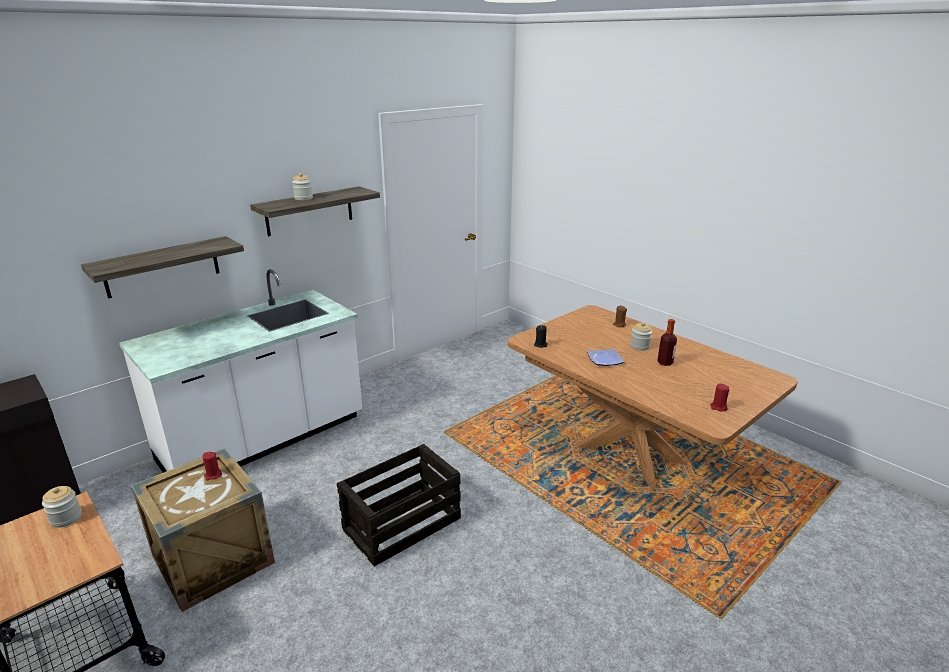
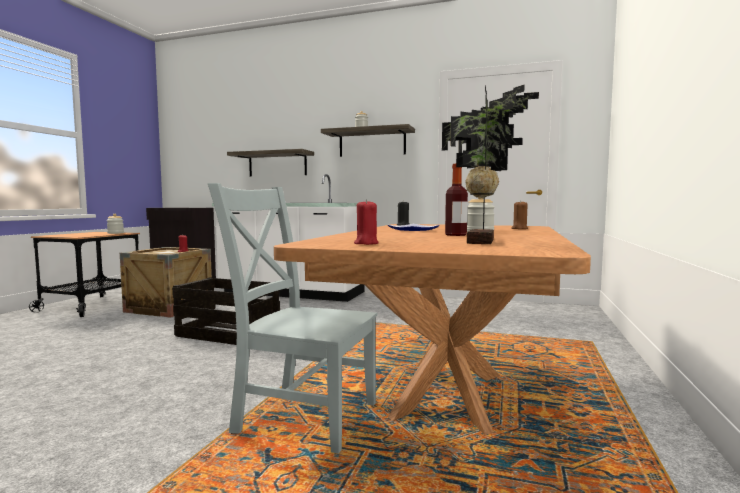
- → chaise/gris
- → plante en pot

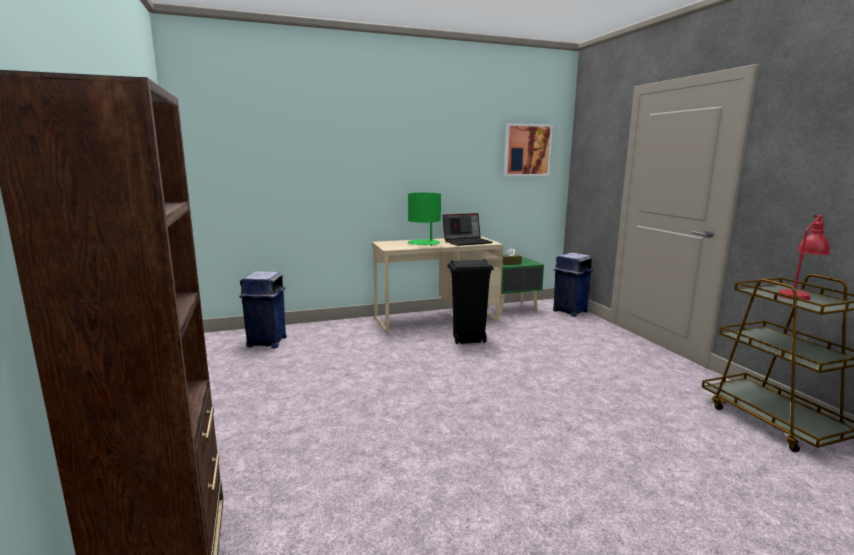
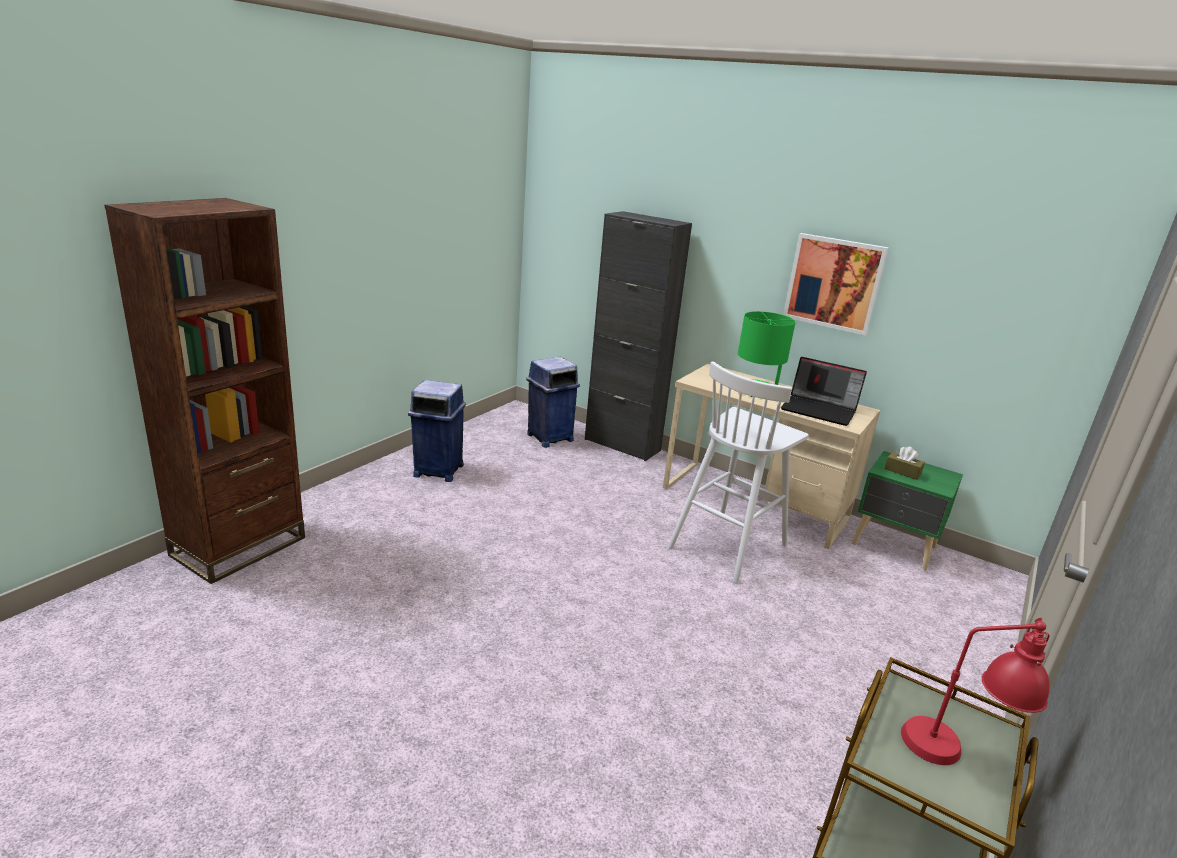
- → meuble de rangement/noir
tableau, shifted
poubelle/bleu (no. 2 from left in the first image) → poubelle/bleu (no. 1 from left), shifted
poubelle/noir → tabouret/blanc

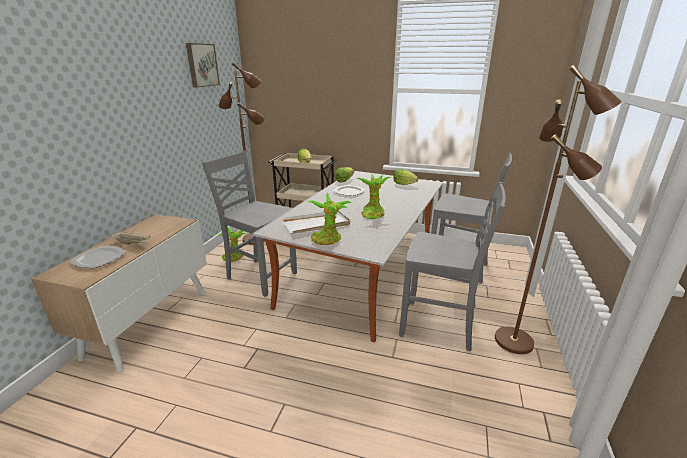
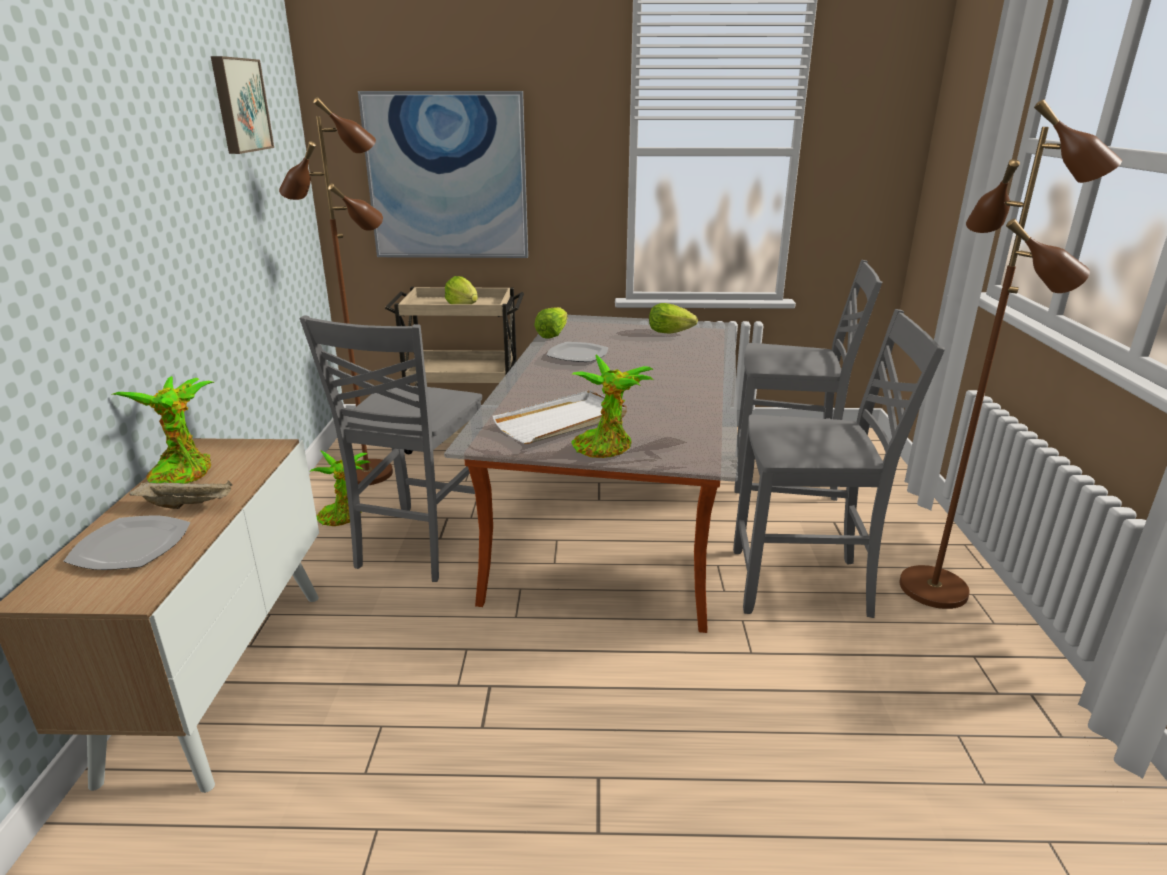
- → tableau (no. 2 from left)
plante en pot (no. 3 from left in the first image) → plante en pot (no. 1 from left), shifted
chaise/gris (no. 1 from left), 90 degrees counterclockwise

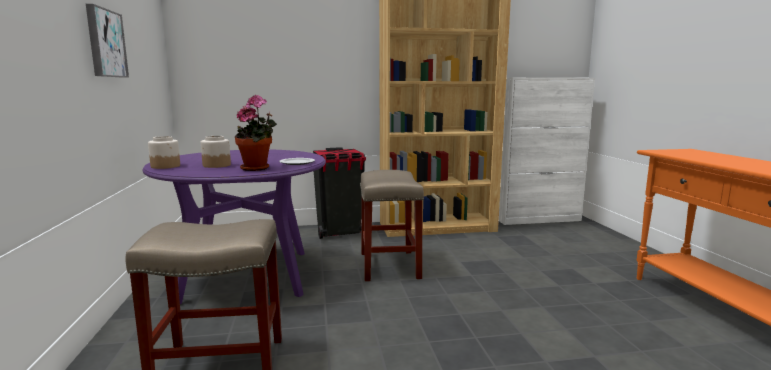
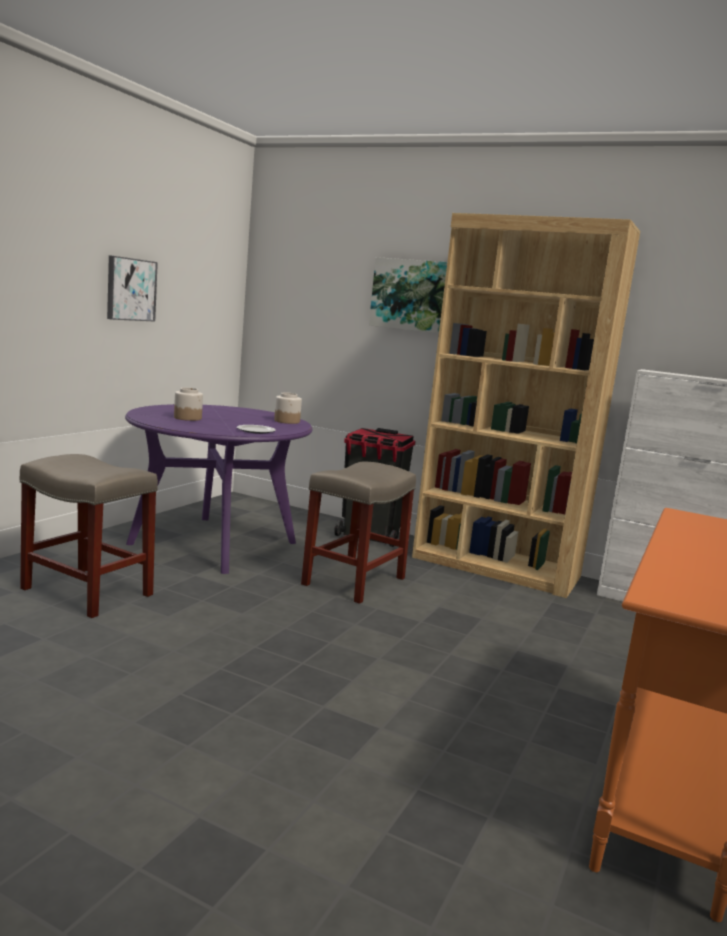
plante en pot → -
- → tableau (no. 2 from left)
bocal (no. 1 from left in the first image) → bocal (no. 2 from left), shifted

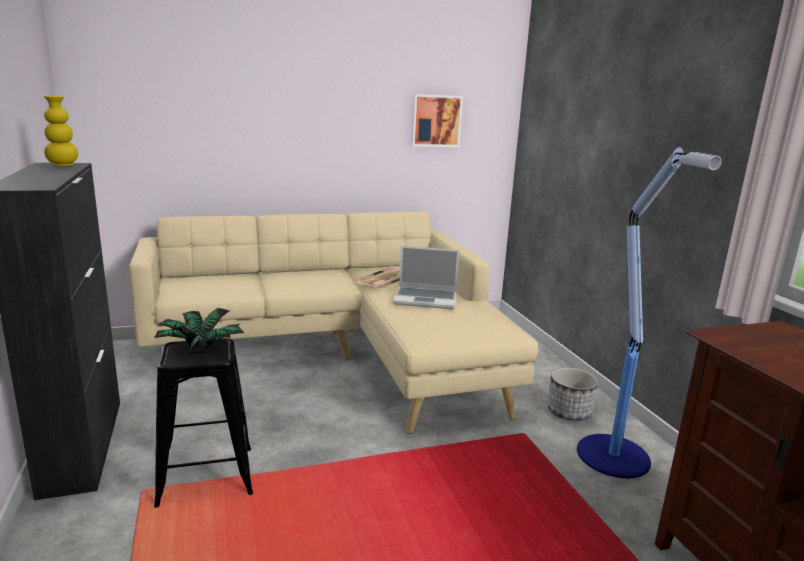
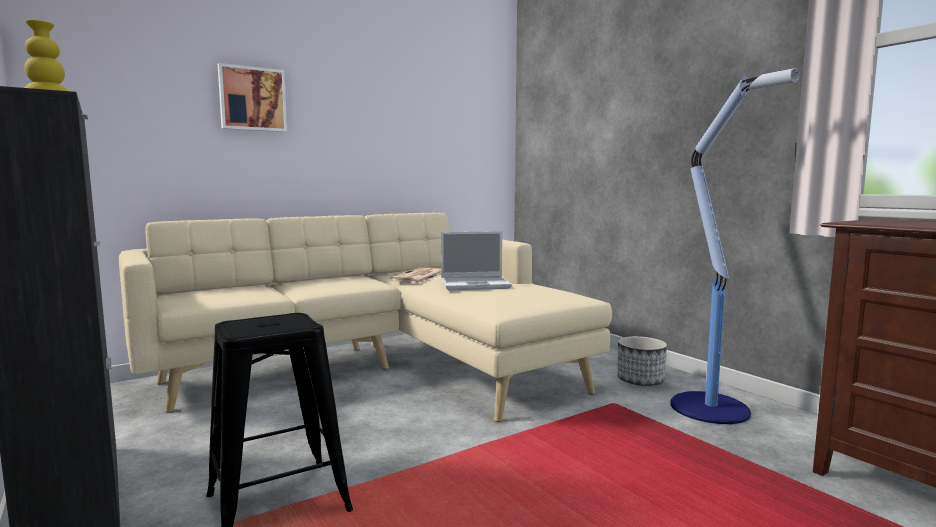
plante en pot → -
tableau, shifted

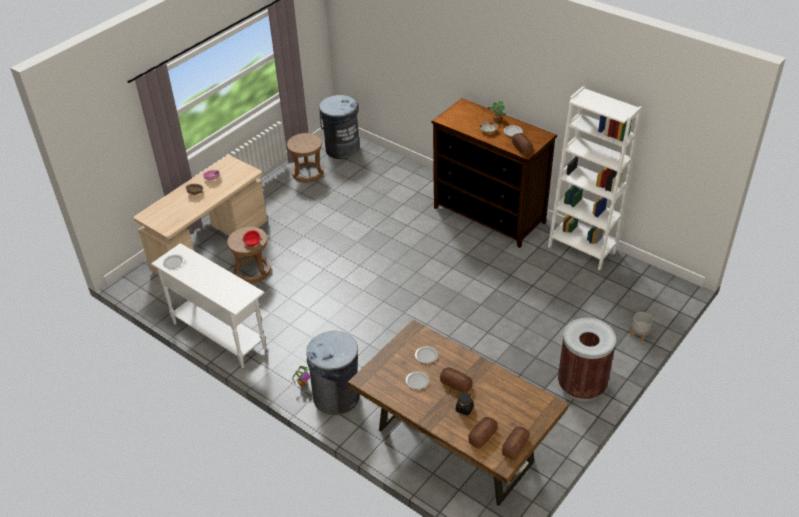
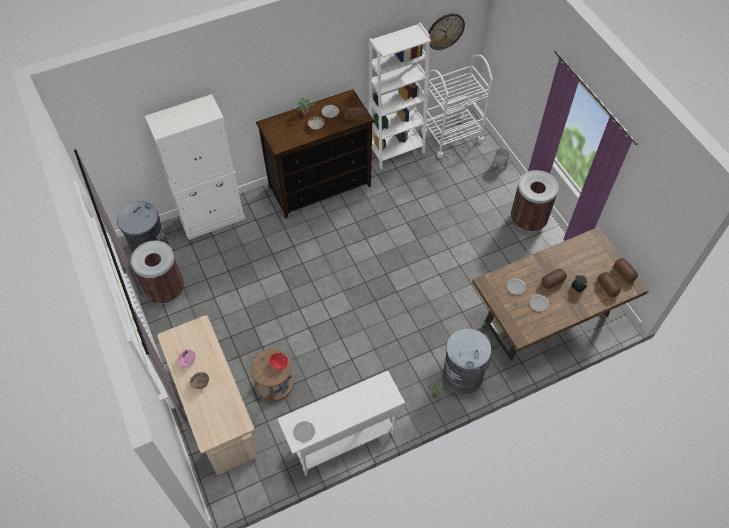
- → meuble de rangement/blanc
- → chariot/blanc
- → horloge murale
tabouret/marron (no. 2 from left) → poubelle/marron (no. 1 from left)

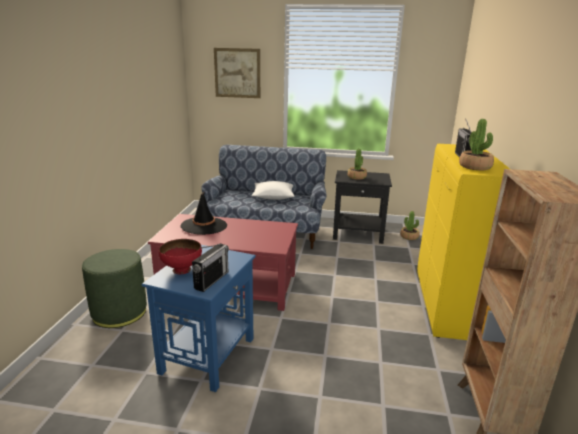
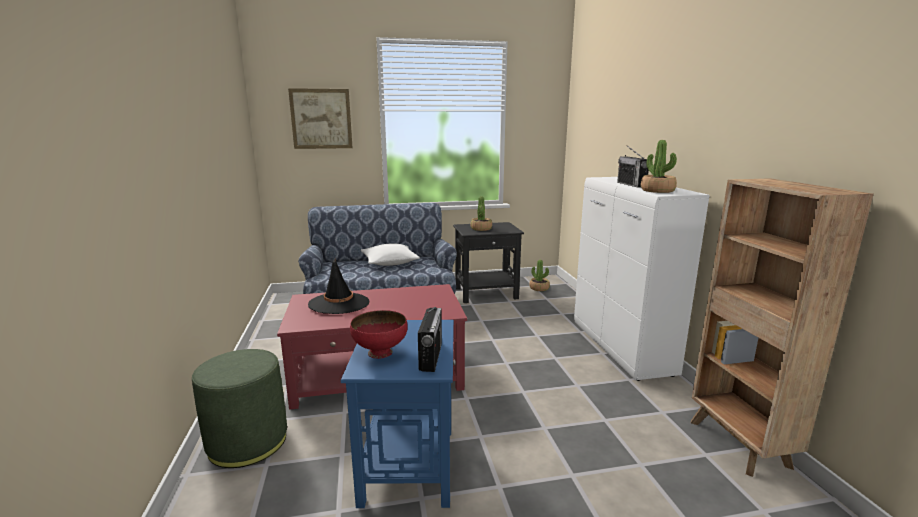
meuble de rangement/jaune → meuble de rangement/blanc

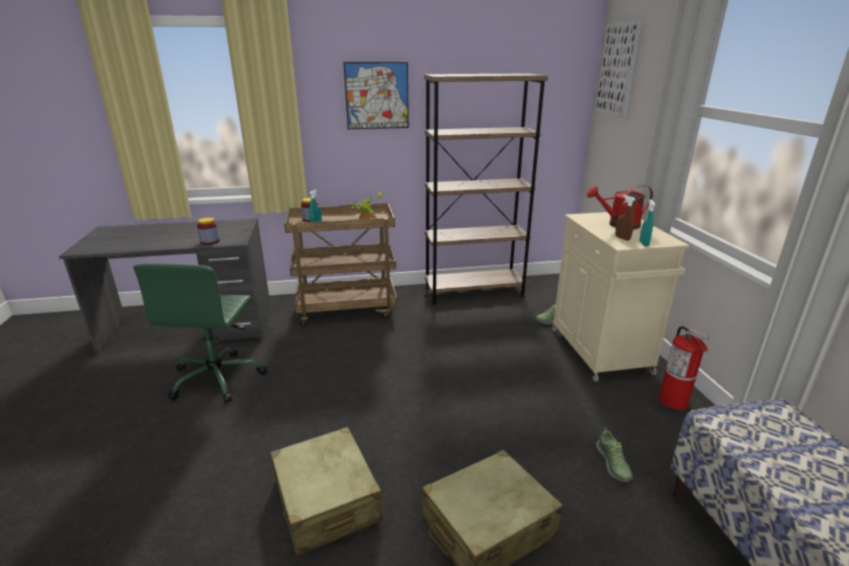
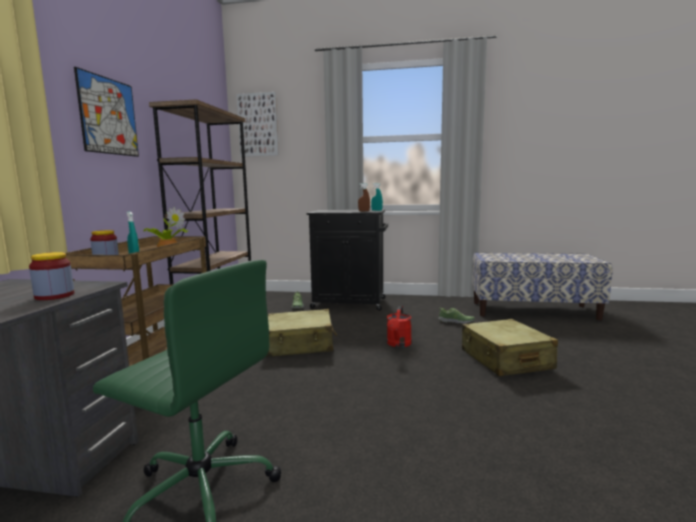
extincteur → -
valise/beige (no. 1 from left), shifted
arrosoir/rouge, shifted
meuble de rangement/beige → meuble de rangement/noir

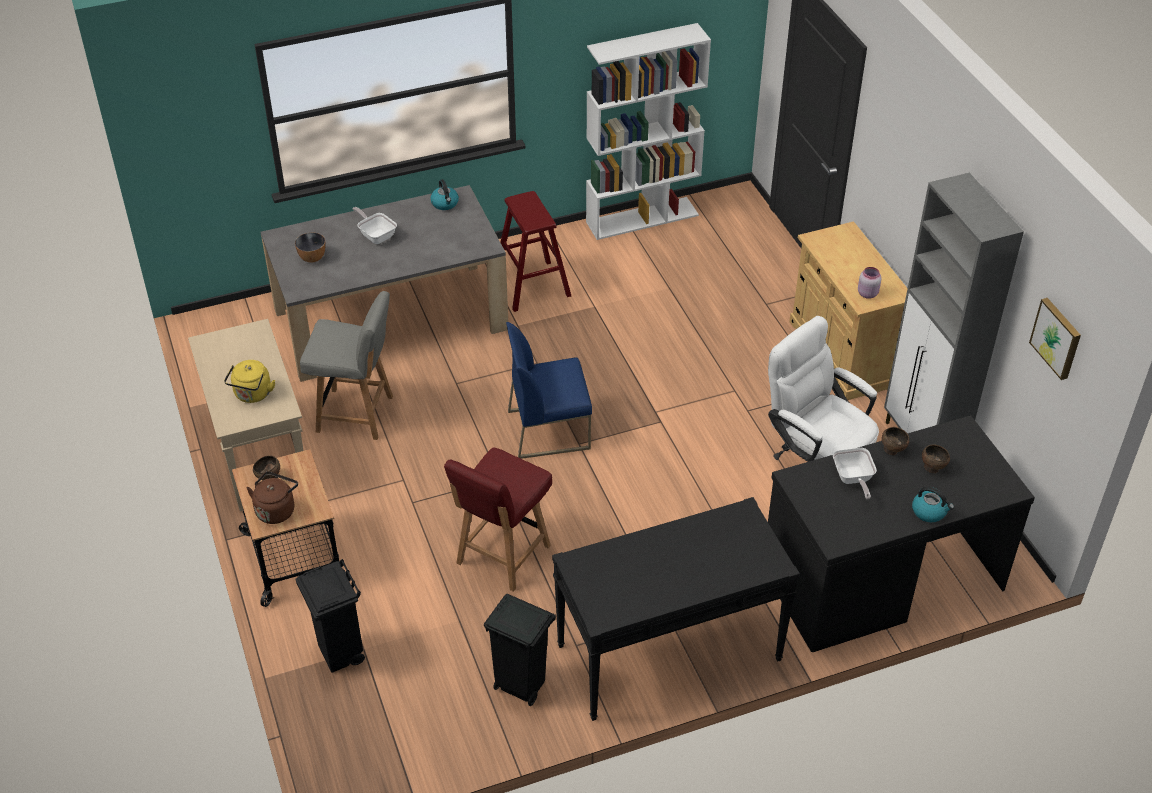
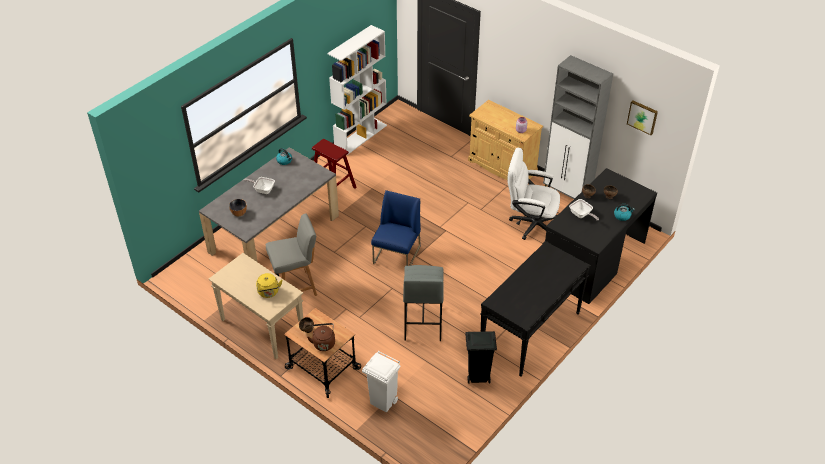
chaise/rouge → tabouret/gris
poubelle/noir (no. 1 from left) → poubelle/blanc
chaise/bleu, 150 degrees clockwise

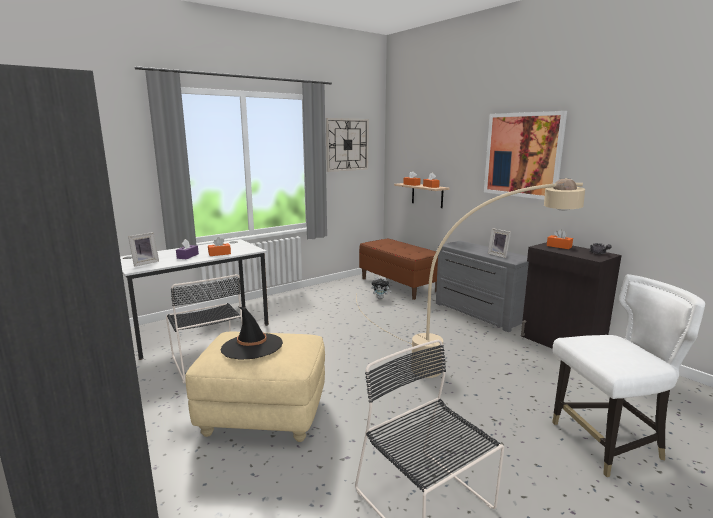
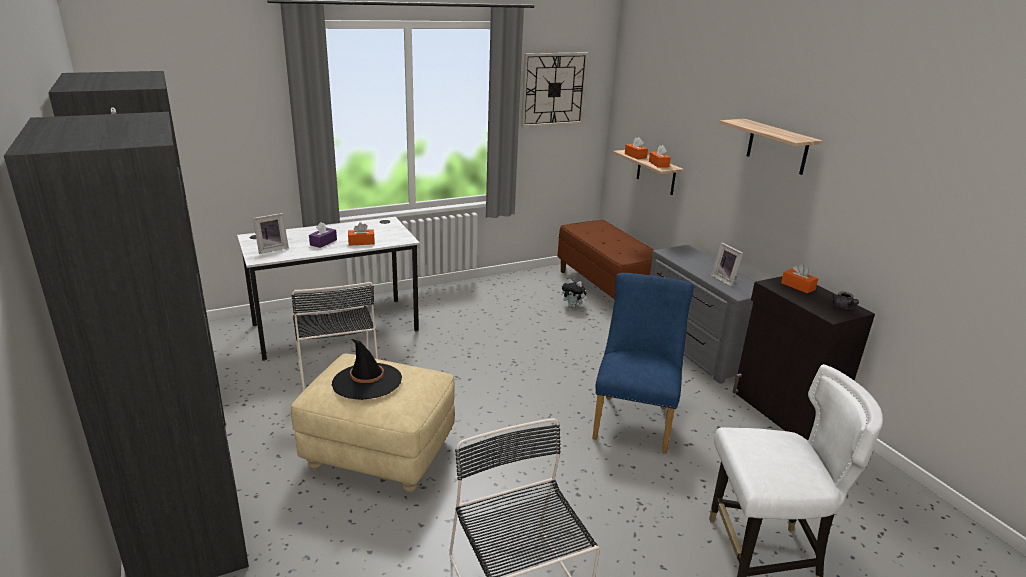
lampadaire/beige → chaise/bleu
tableau → étagère (no. 2 from left)

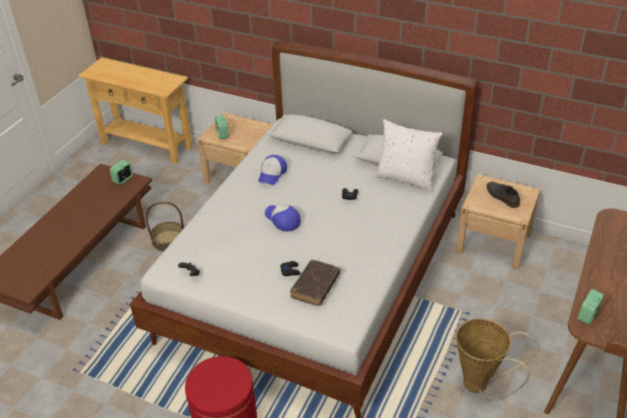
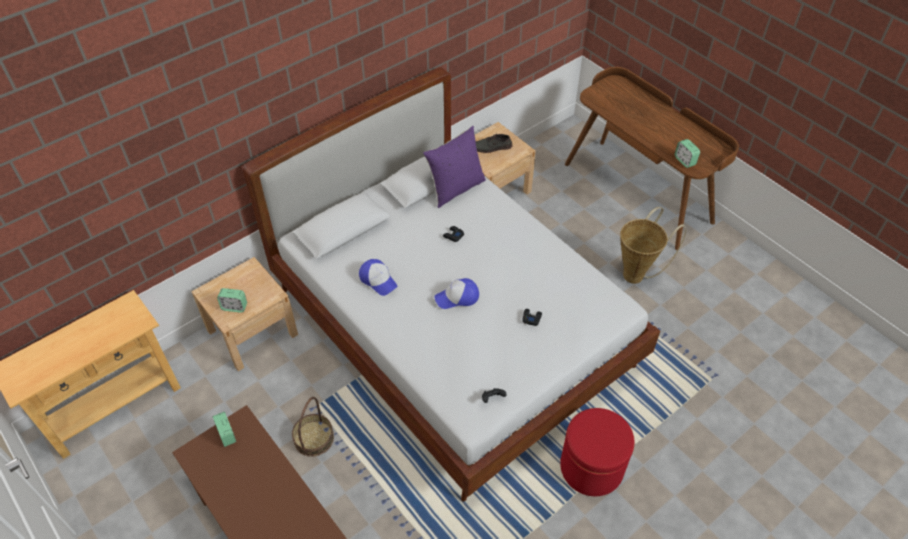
livre/marron → -
coussin/blanc → coussin/violet

